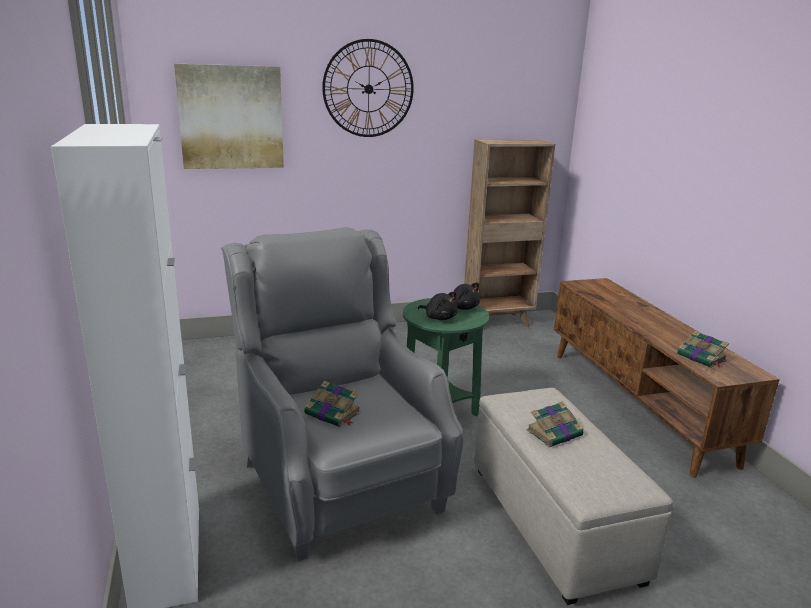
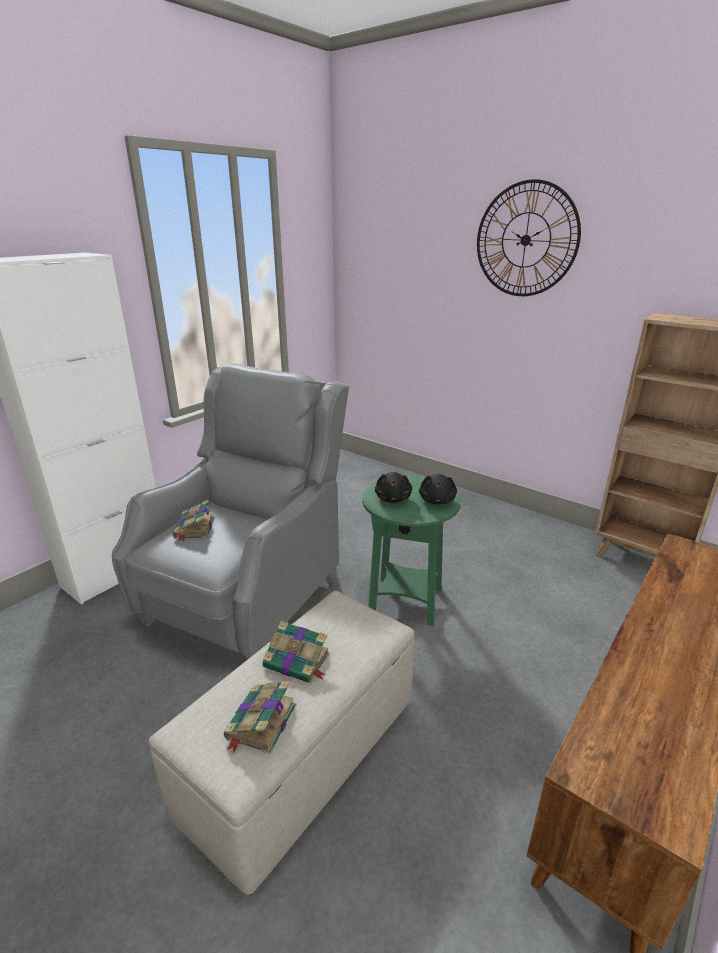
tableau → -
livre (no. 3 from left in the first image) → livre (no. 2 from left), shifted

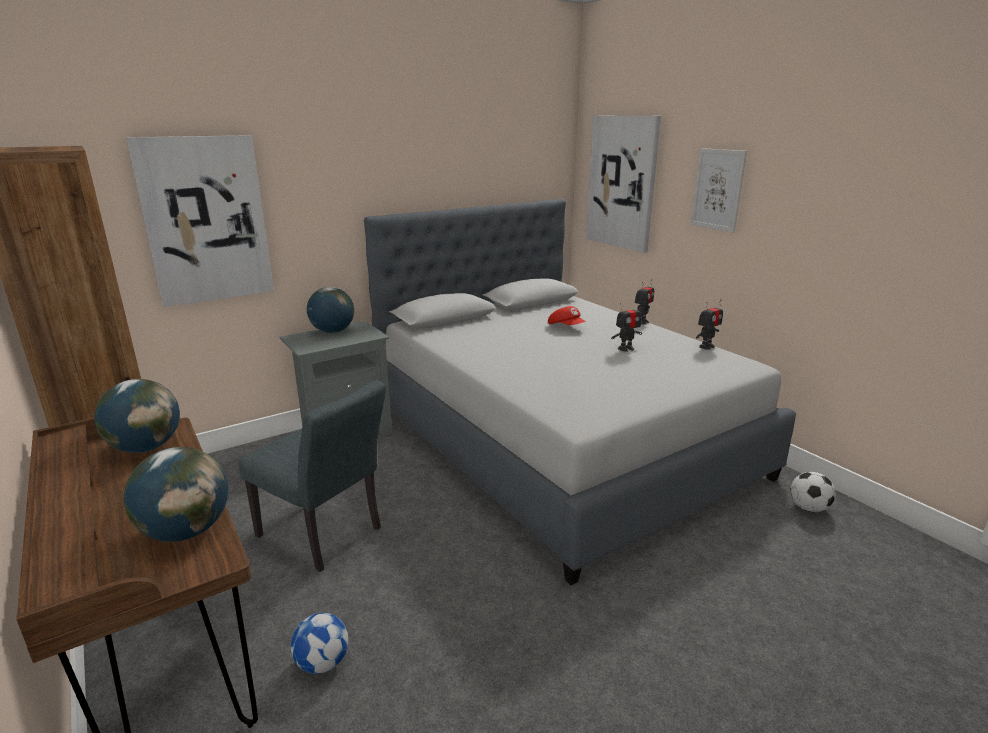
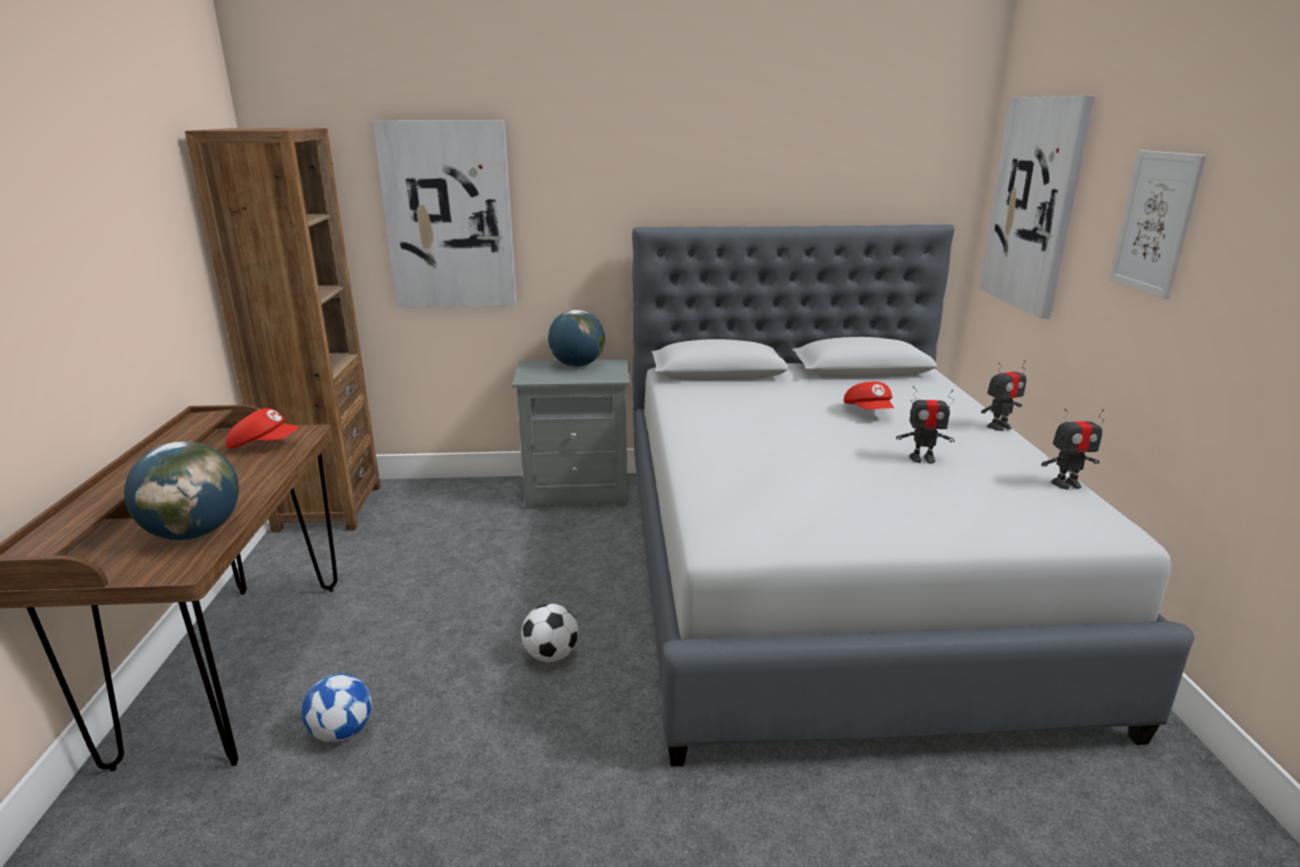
chaise/gris → -
ballon de foot (no. 2 from left), shifted
globe (no. 1 from left) → casquette/rouge (no. 1 from left)

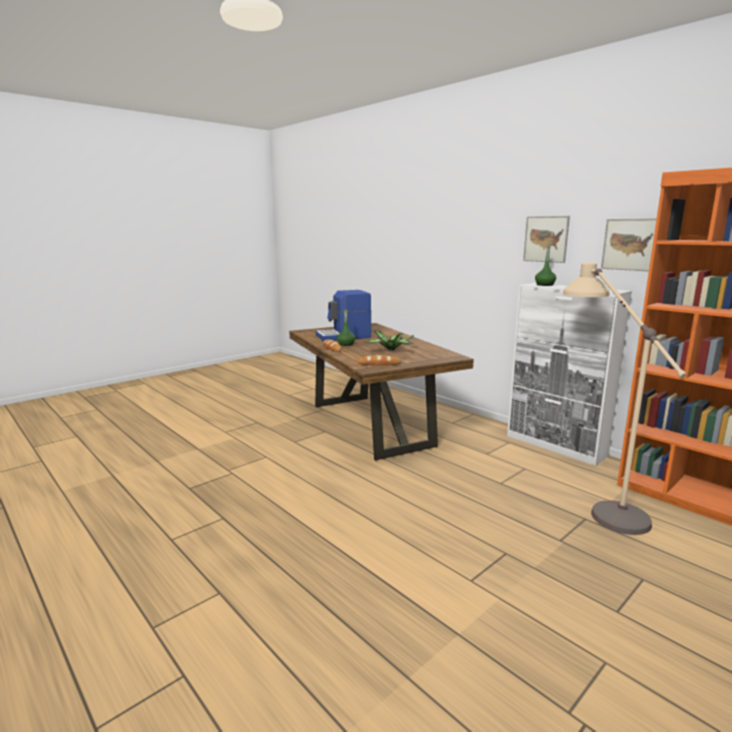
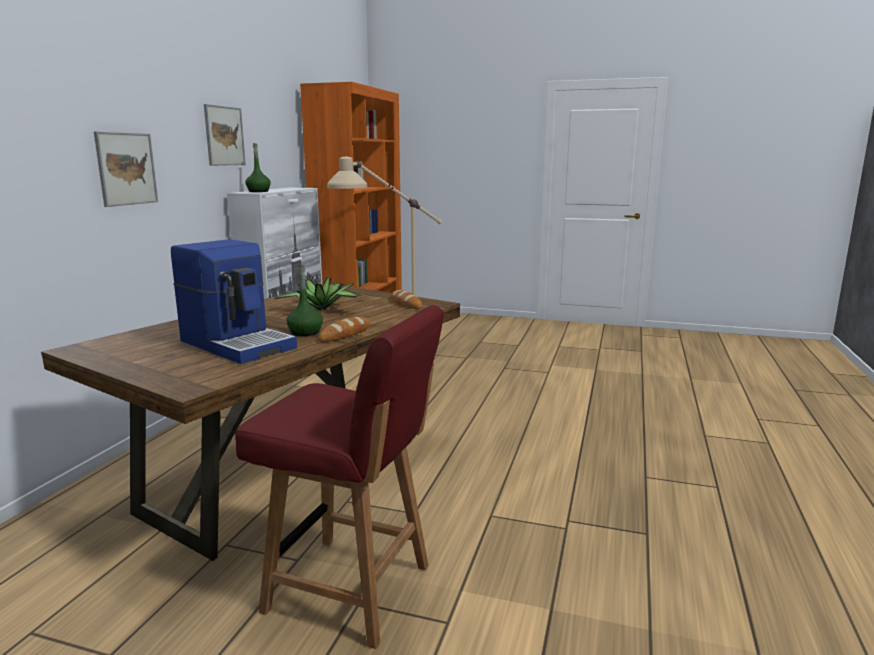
- → chaise/rouge
tableau (no. 2 from left in the first image) → tableau (no. 1 from left), shifted

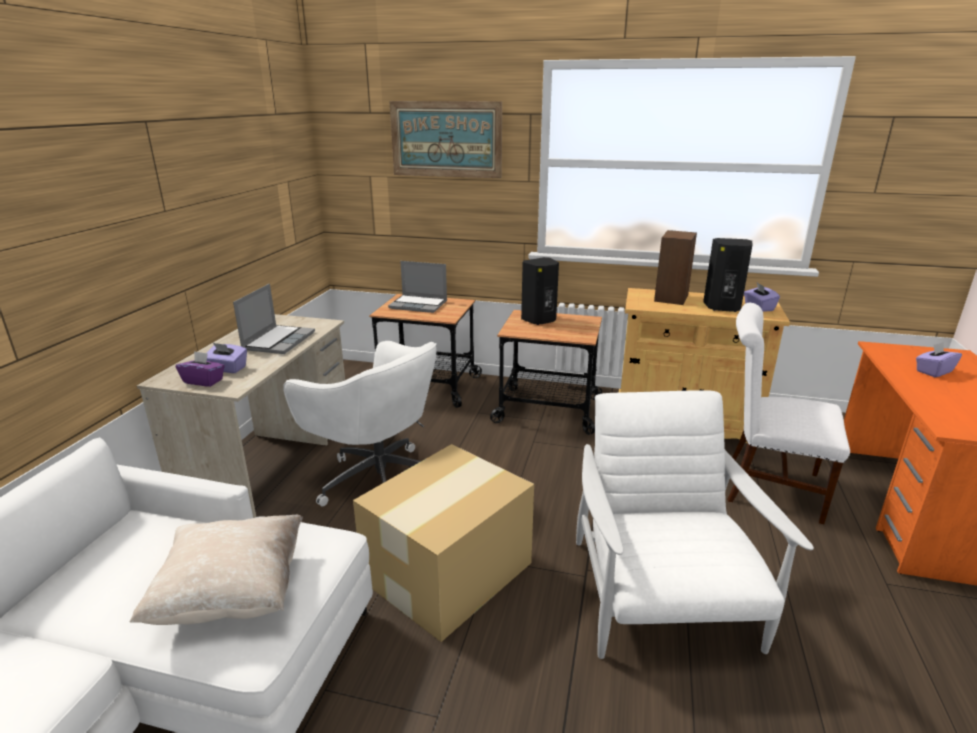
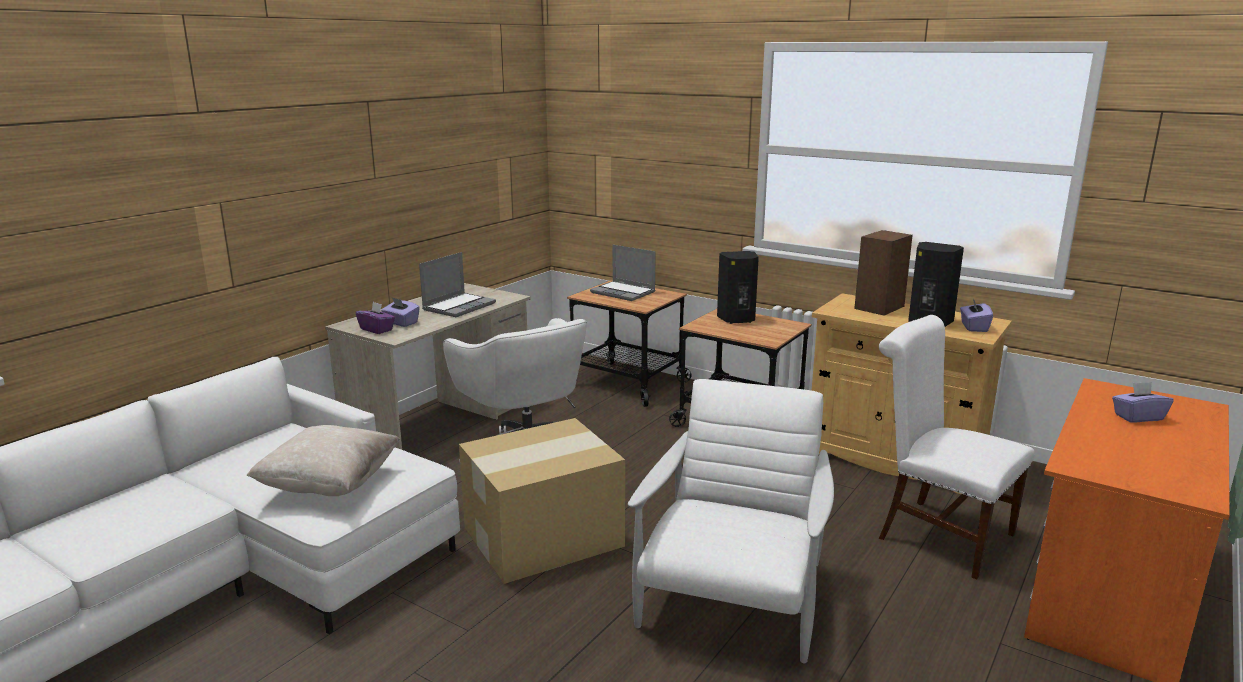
tableau → -

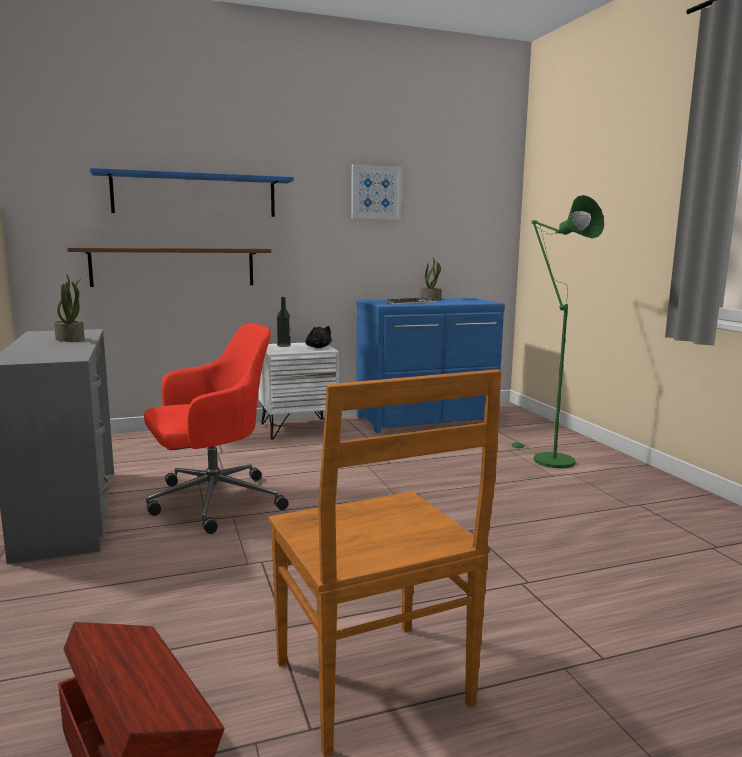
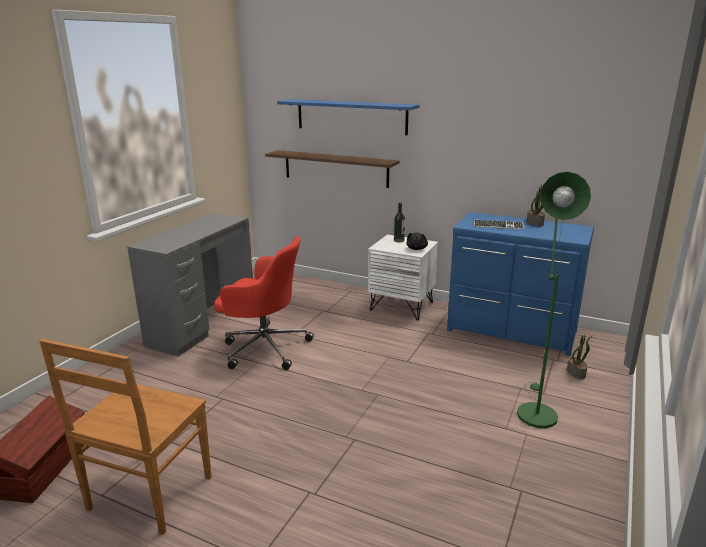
tableau → -
plante en pot (no. 1 from left in the first image) → plante en pot (no. 2 from left), shifted

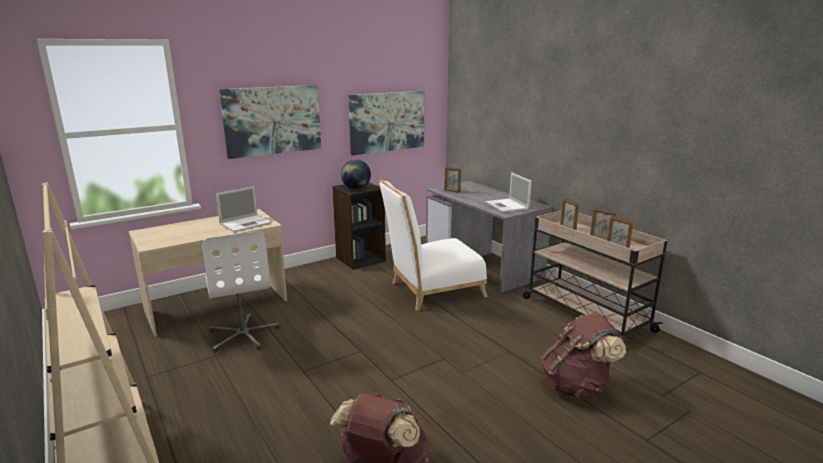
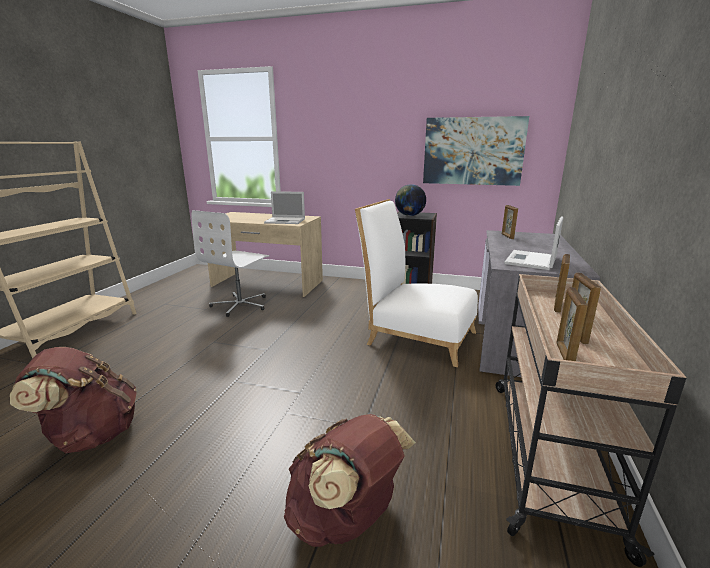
tableau (no. 1 from left) → -

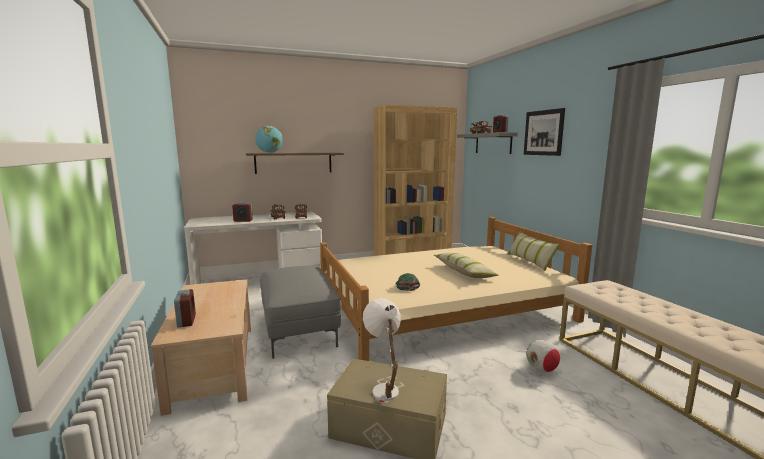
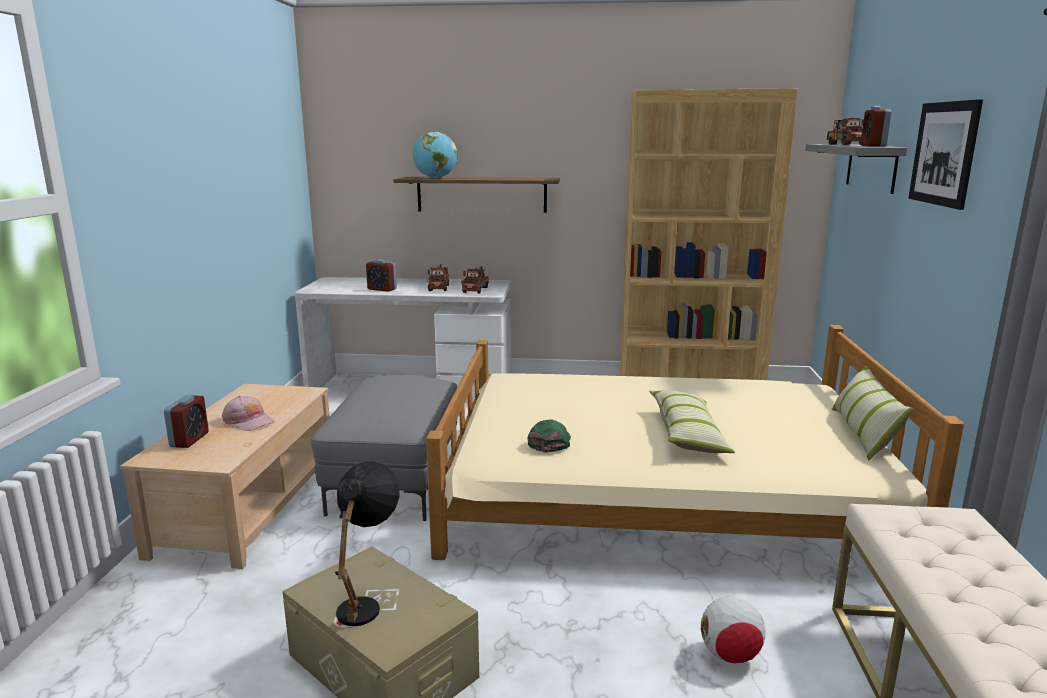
- → casquette/rose
lampe de table/blanc → lampe de table/noir

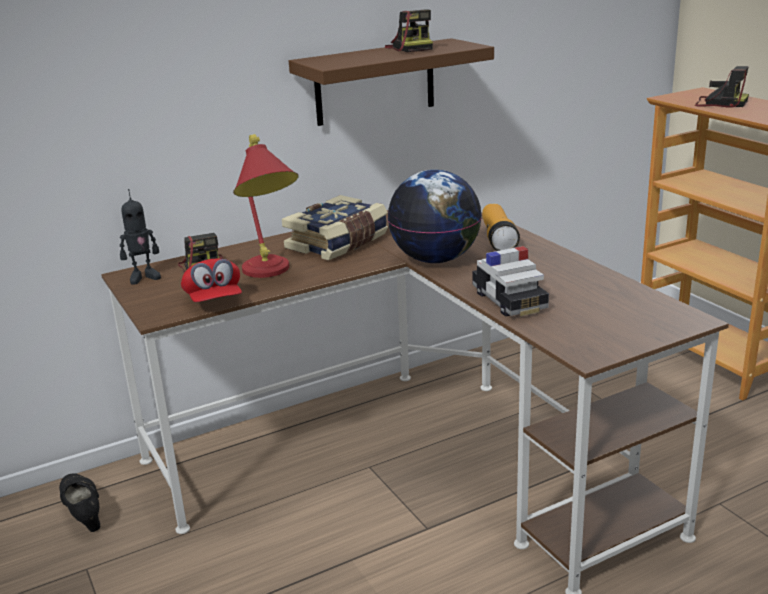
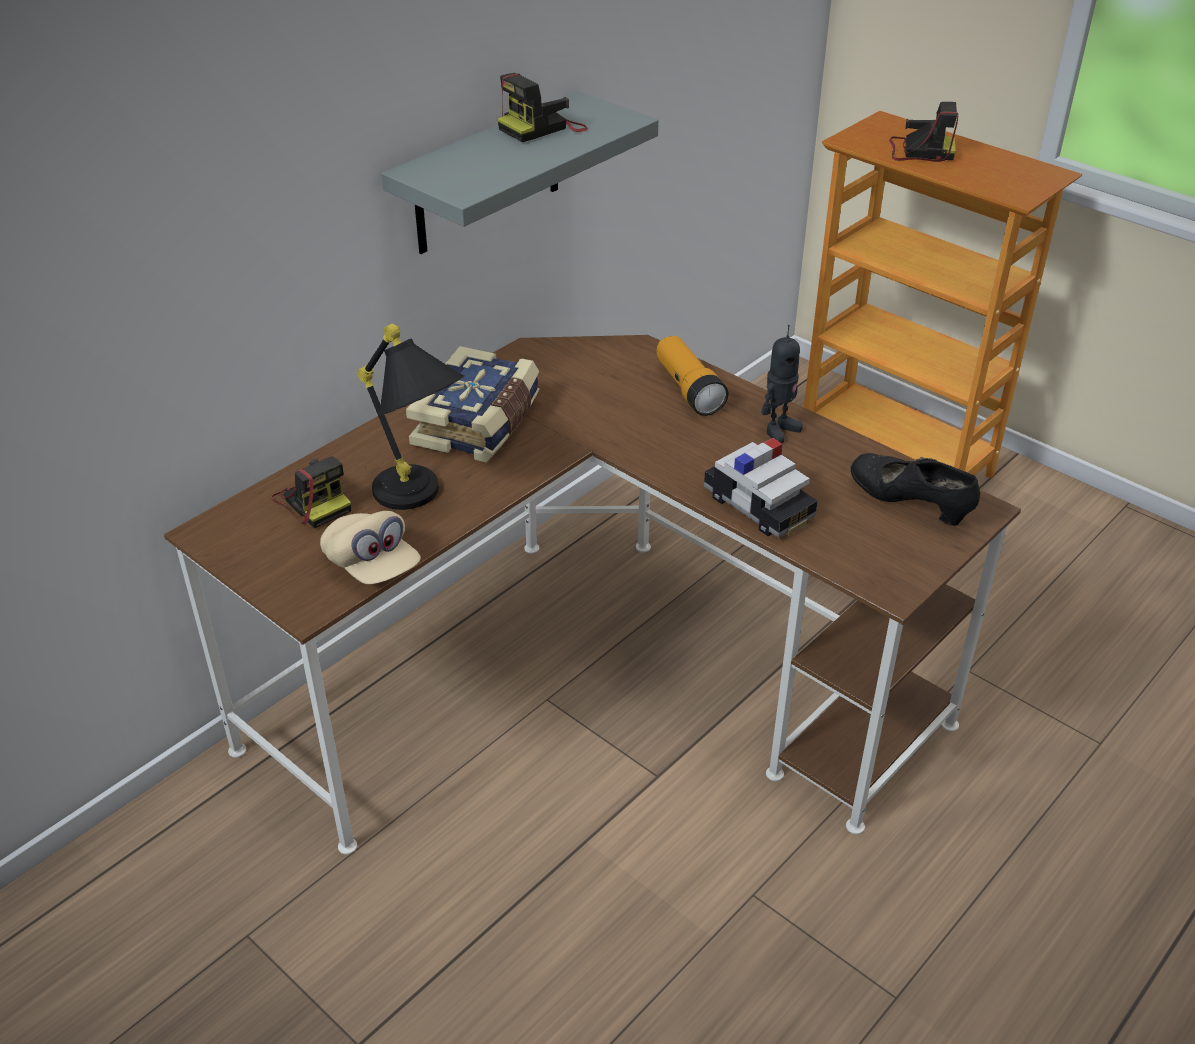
globe → -
chaussure/noir, shifted
robot jouet, shifted
casquette/rouge → casquette/beige
lampe de table/rouge → lampe de table/noir
étagère/marron → étagère/gris
appareil photo (no. 2 from left), 90 degrees clockwise

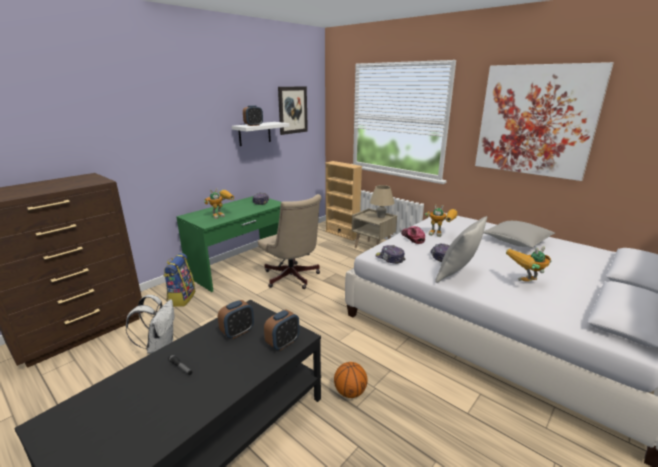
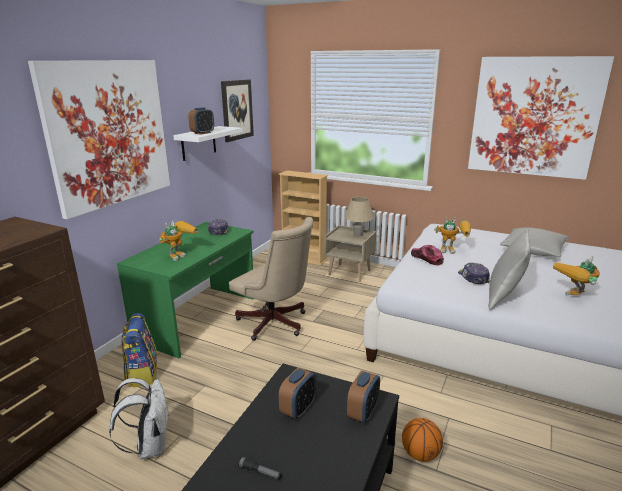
casquette (no. 2 from left) → -
- → tableau (no. 1 from left)

